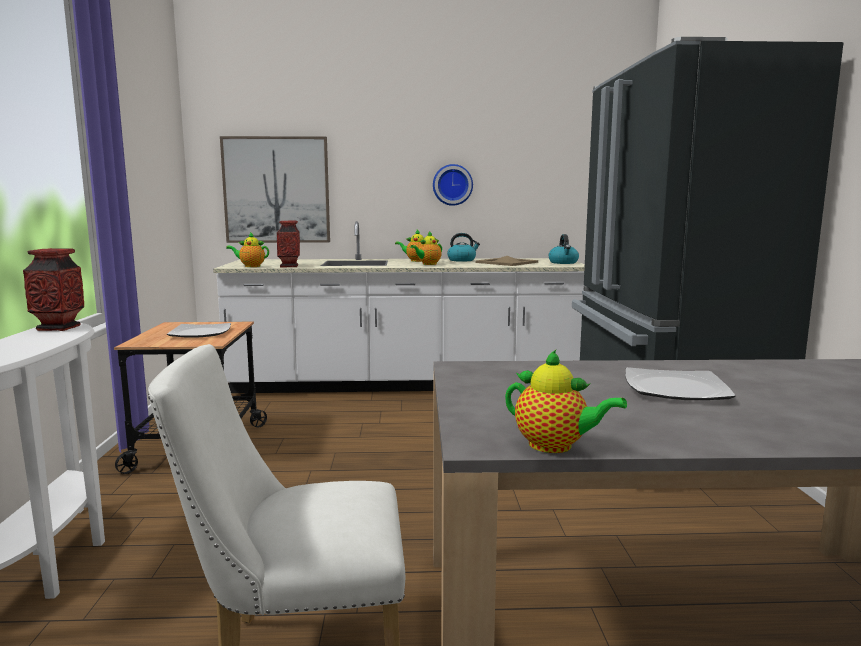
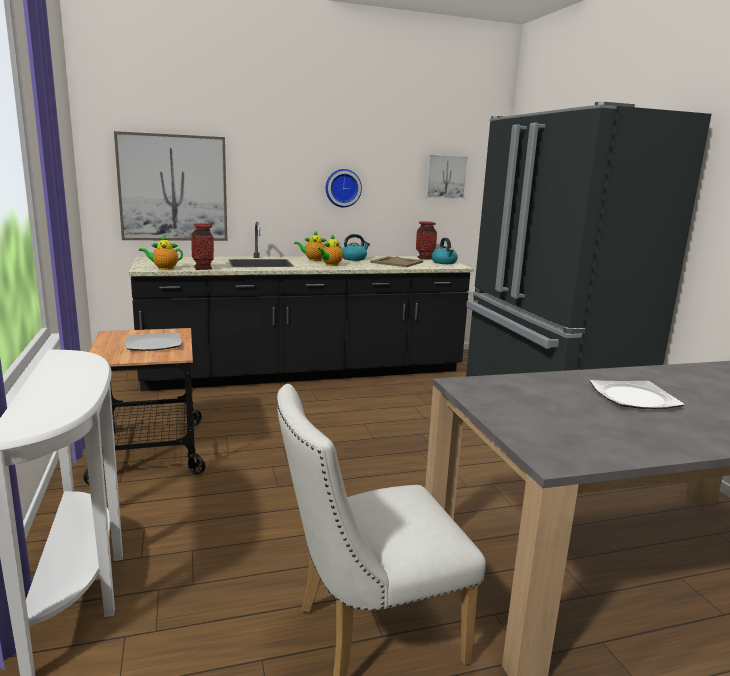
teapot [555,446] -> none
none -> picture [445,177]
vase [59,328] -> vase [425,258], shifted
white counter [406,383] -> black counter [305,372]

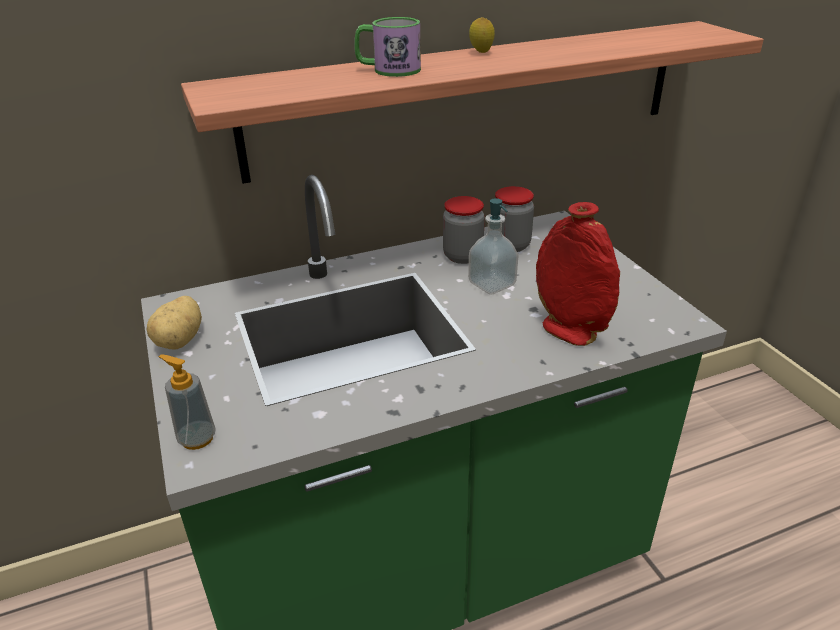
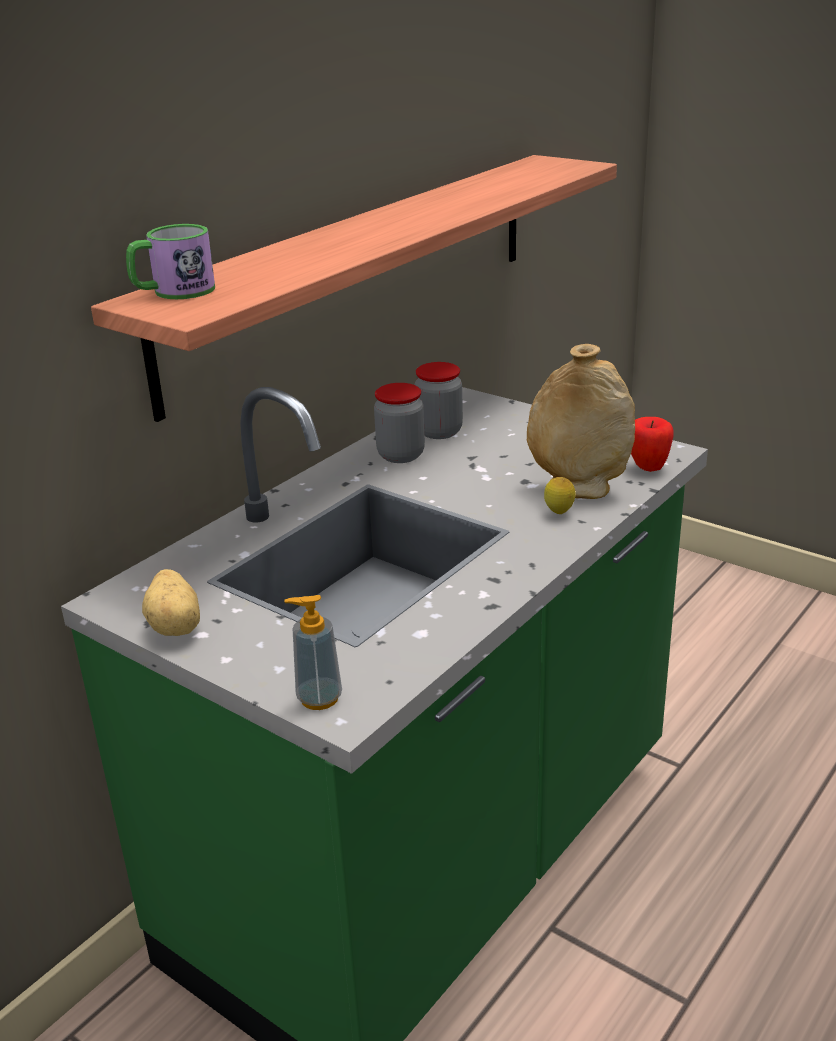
soap dispenser [492,284] -> none
none -> apple [648,468]
mug [388,70] -> mug [174,292], shifted
lemon [481,53] -> lemon [559,514], shifted
red vase [569,331] -> beige vase [577,489]

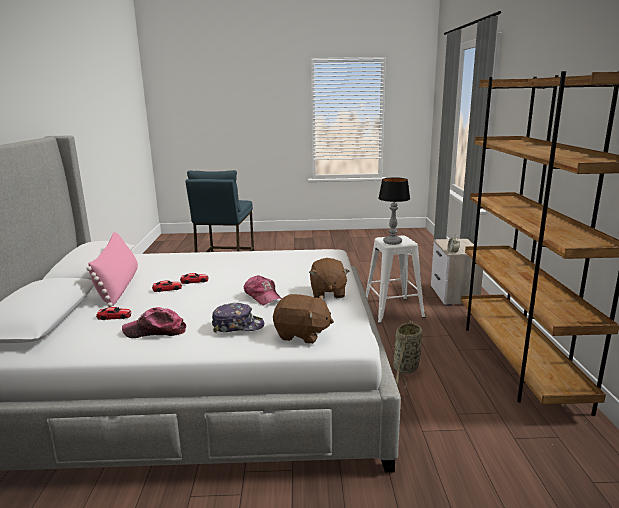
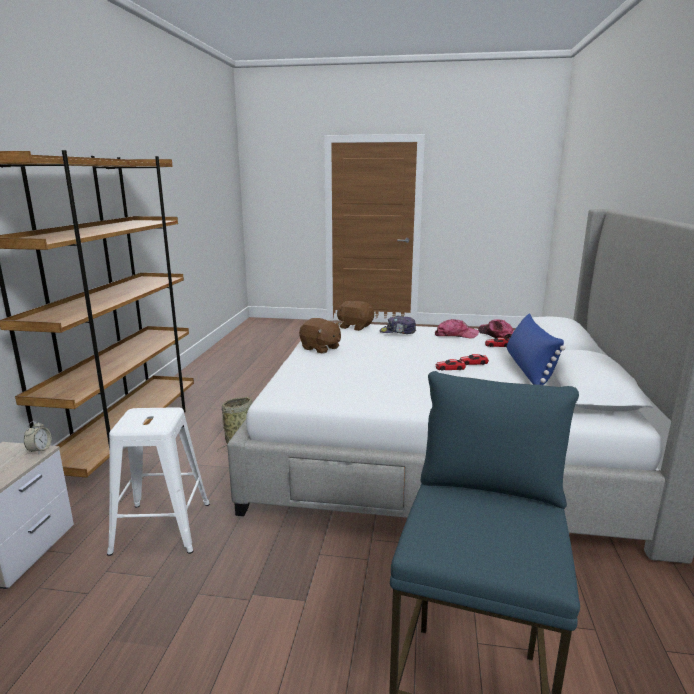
table lamp [392,242] -> none
cap [263,296] -> cap [495,335], shifted
pink pillow [119,287] -> blue pillow [529,369]
brown plush toy [327,293] -> brown plush toy [320,348], 120 degrees clockwise

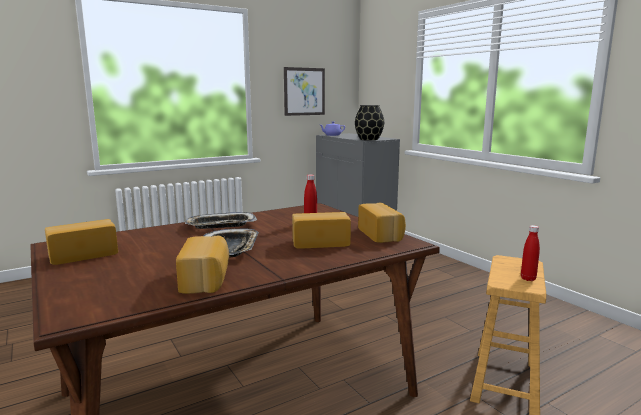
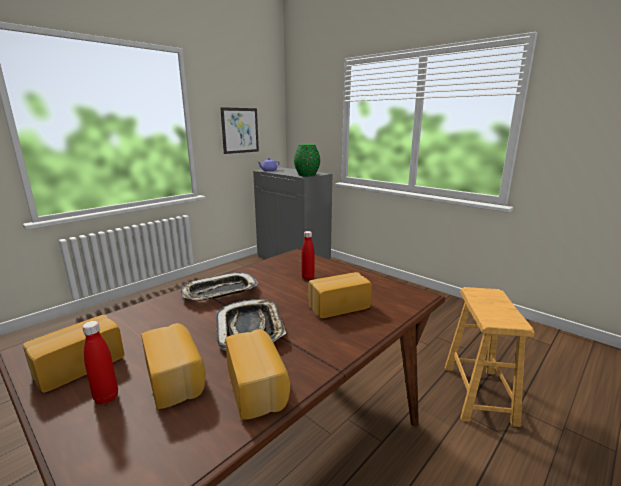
bread [381,234] -> bread [176,378], shifted
red bottle [528,279] -> red bottle [106,398], shifted
black vase [368,139] -> green vase [306,175]

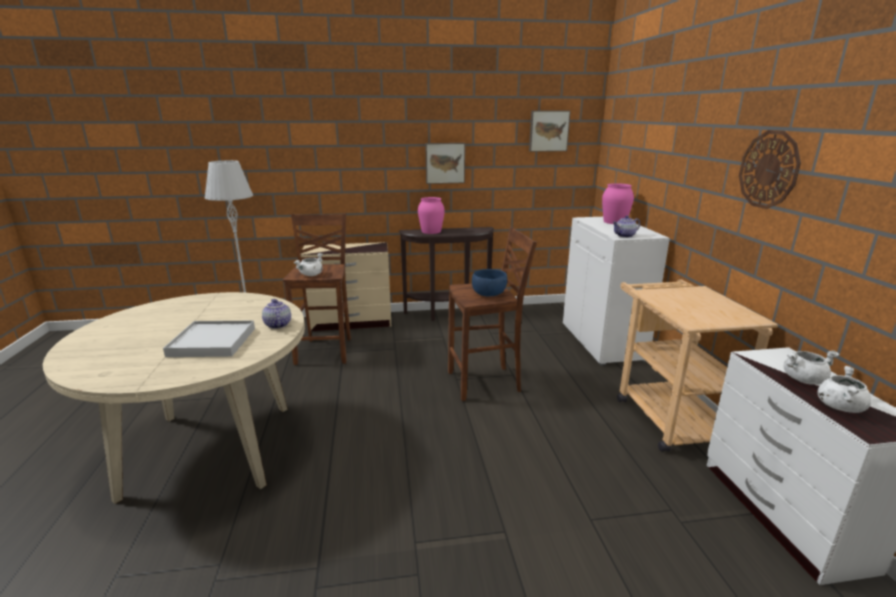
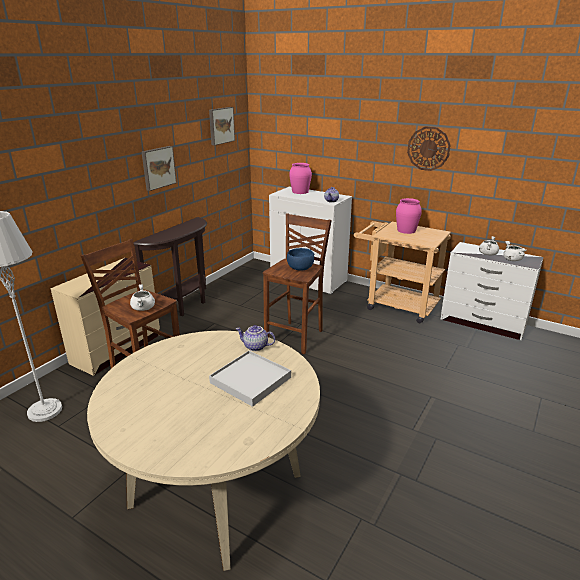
pink vase [431,231] -> pink vase [406,230], shifted

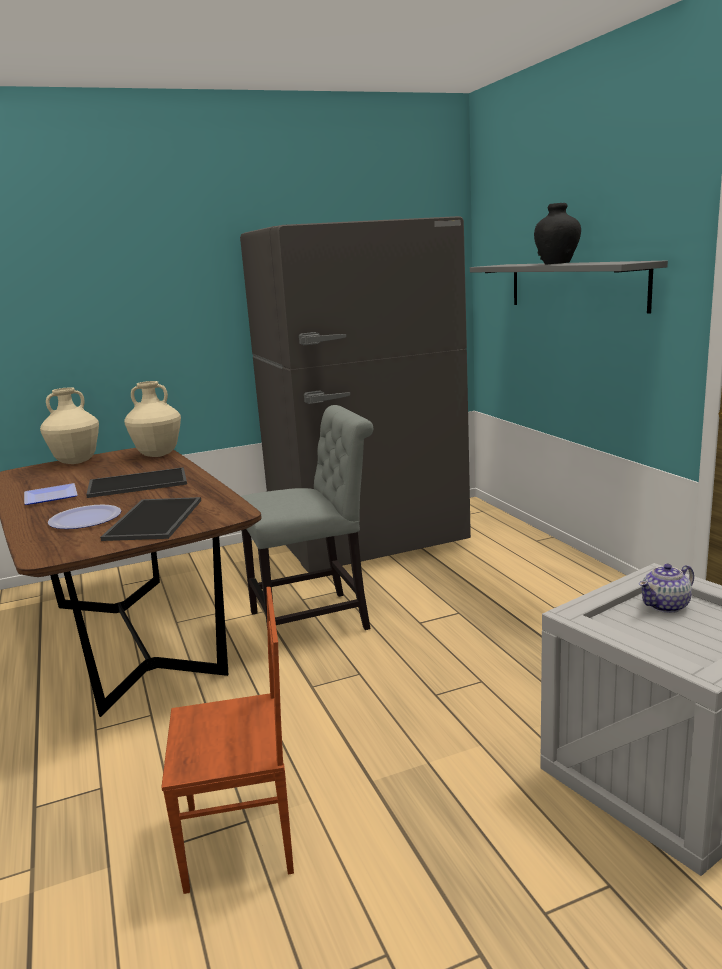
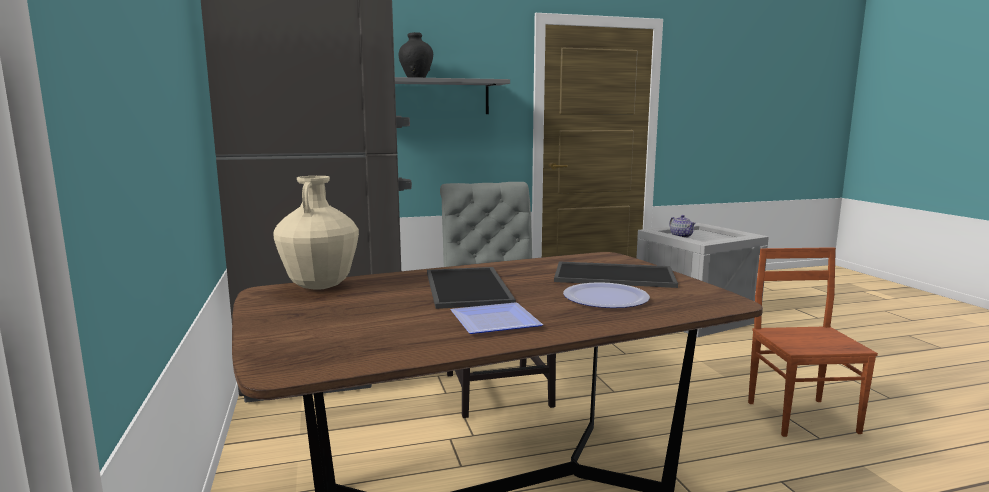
beige vase [76,462] -> none

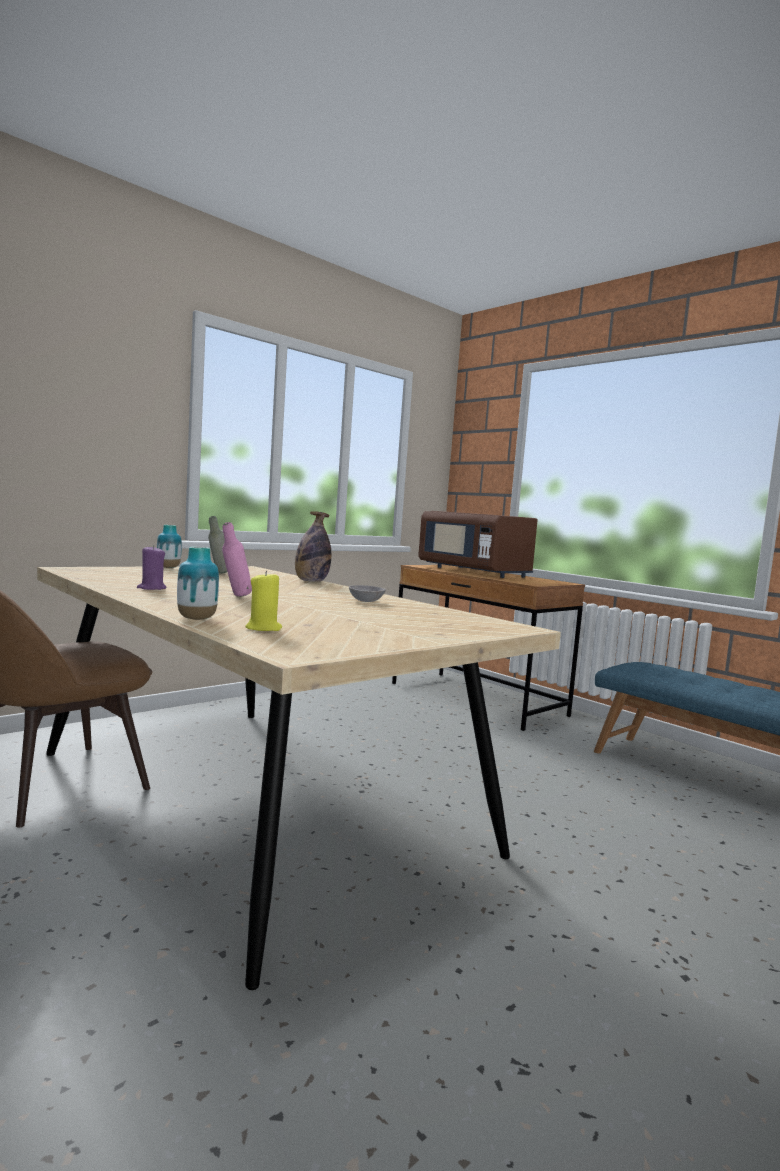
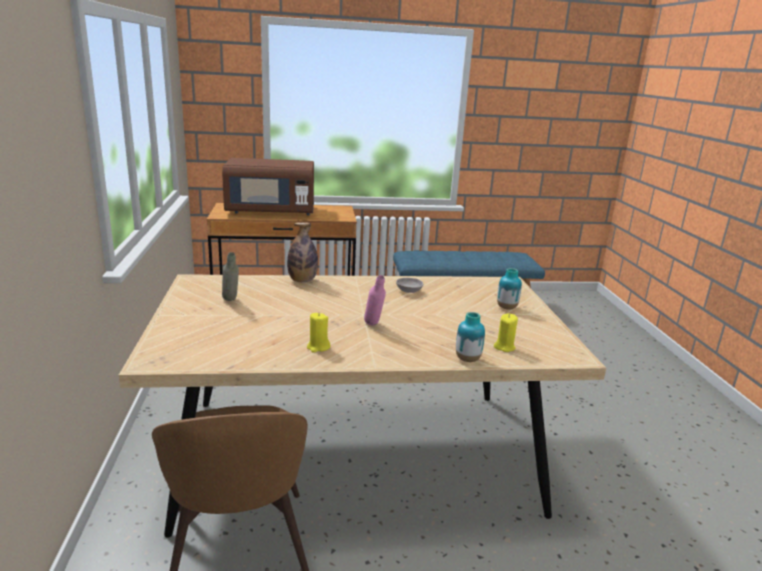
vase [168,567] -> vase [506,308], shifted
purple candle [151,588] -> yellow candle [318,347]

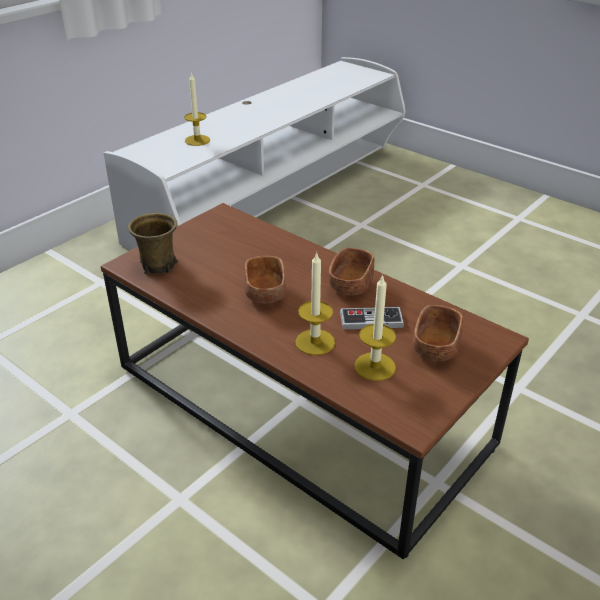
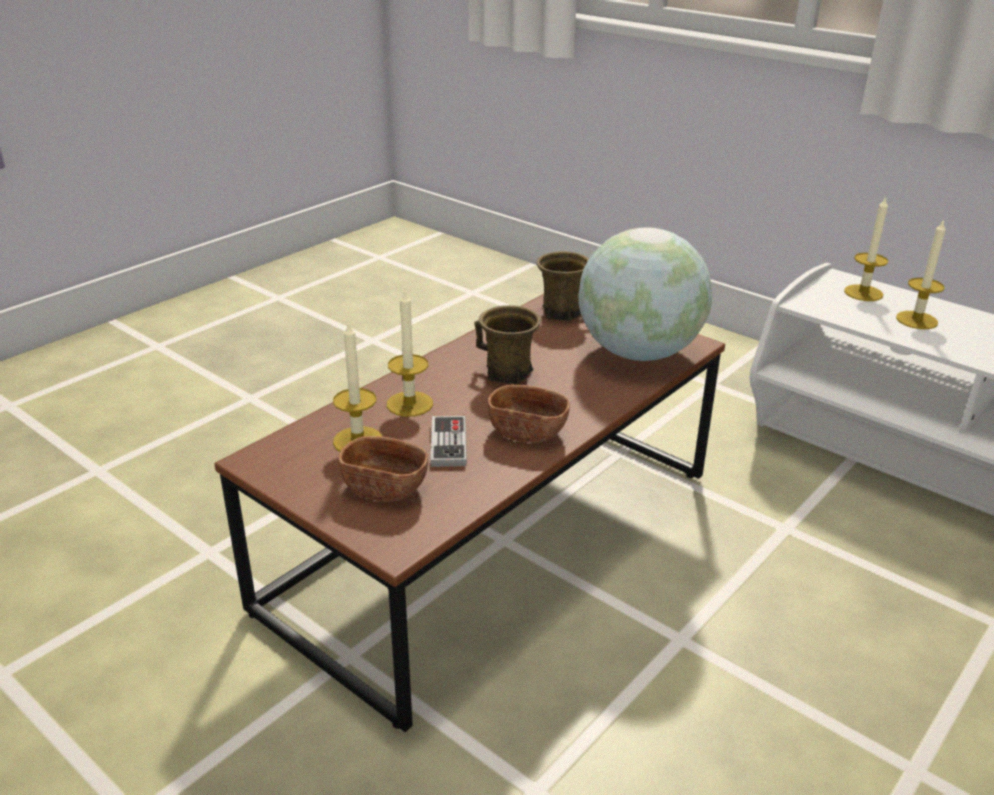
none -> globe [638,352]
none -> candle [863,293]
brown bowl [265,293] -> brown mug [507,374]

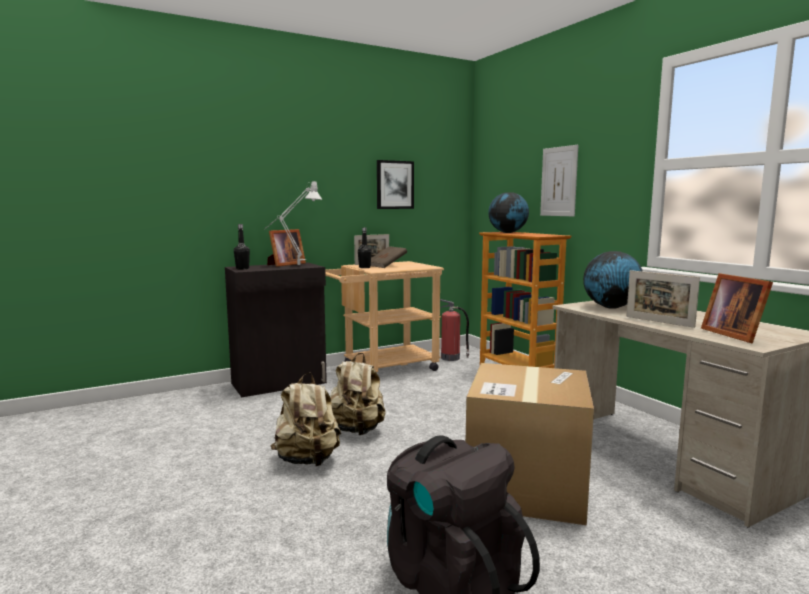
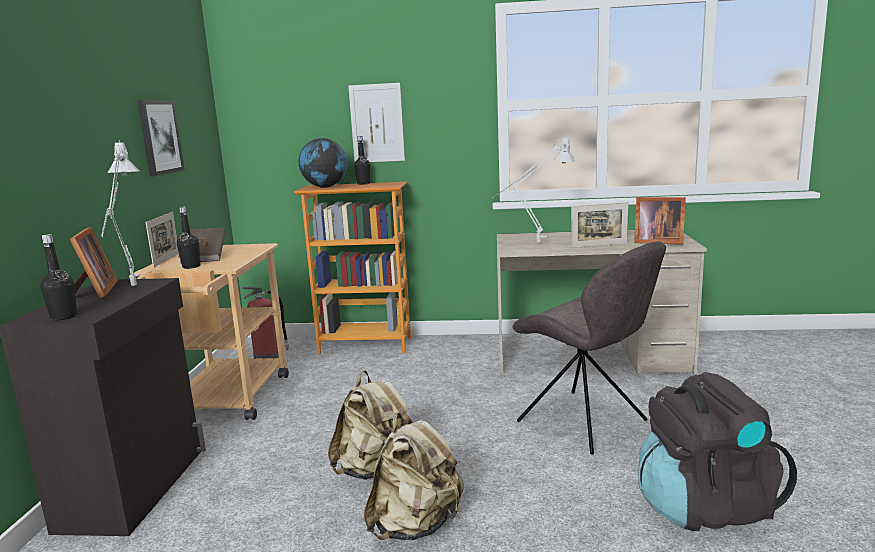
none -> black bottle [363,183]
cardboard box [526,486] -> grey chair [585,423]
globe [610,307] -> grey table lamp [533,244]

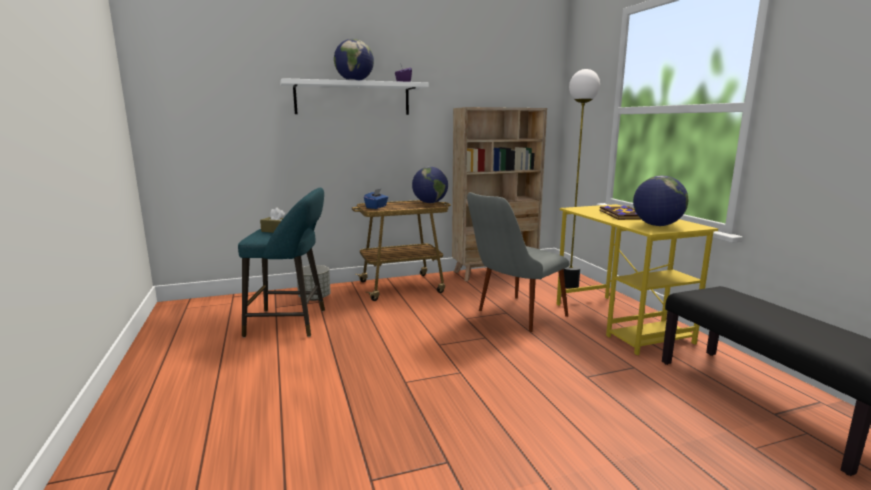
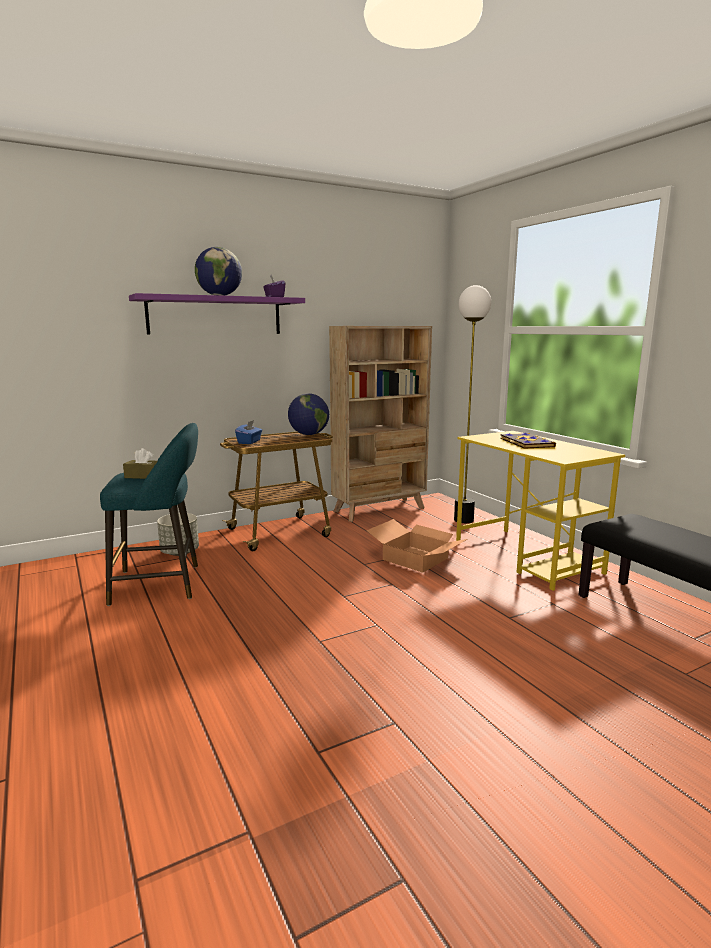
globe [657,225] -> none
grey chair [512,317] -> cardboard box [414,559]
white shelf [353,98] -> purple shelf [215,315]

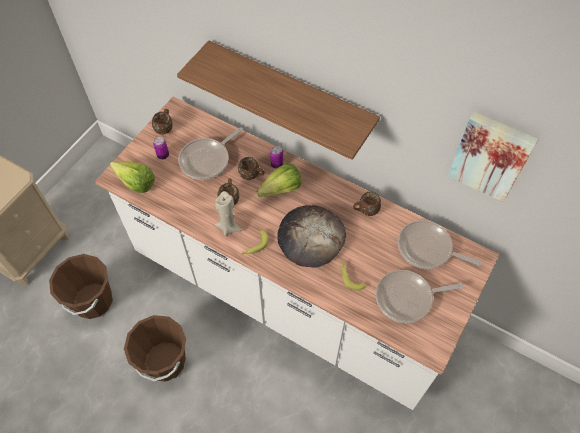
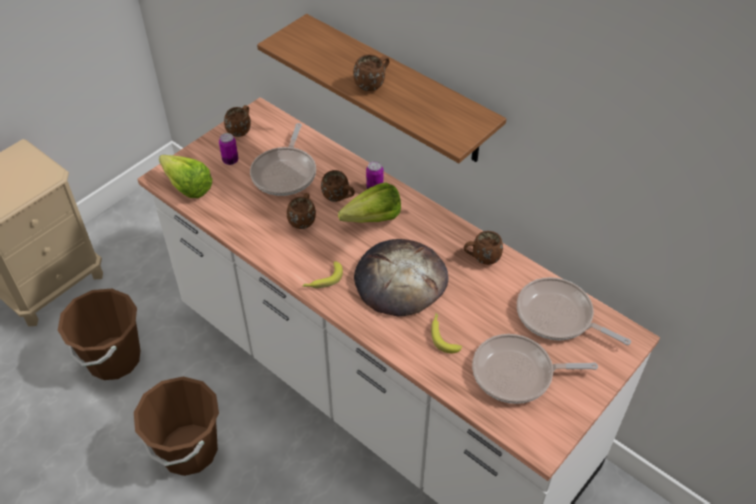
beige candle [228,227] -> none
picture [491,155] -> none
none -> brown mug [373,84]
frying pan [207,160] -> frying pan [285,173], 45 degrees counterclockwise

